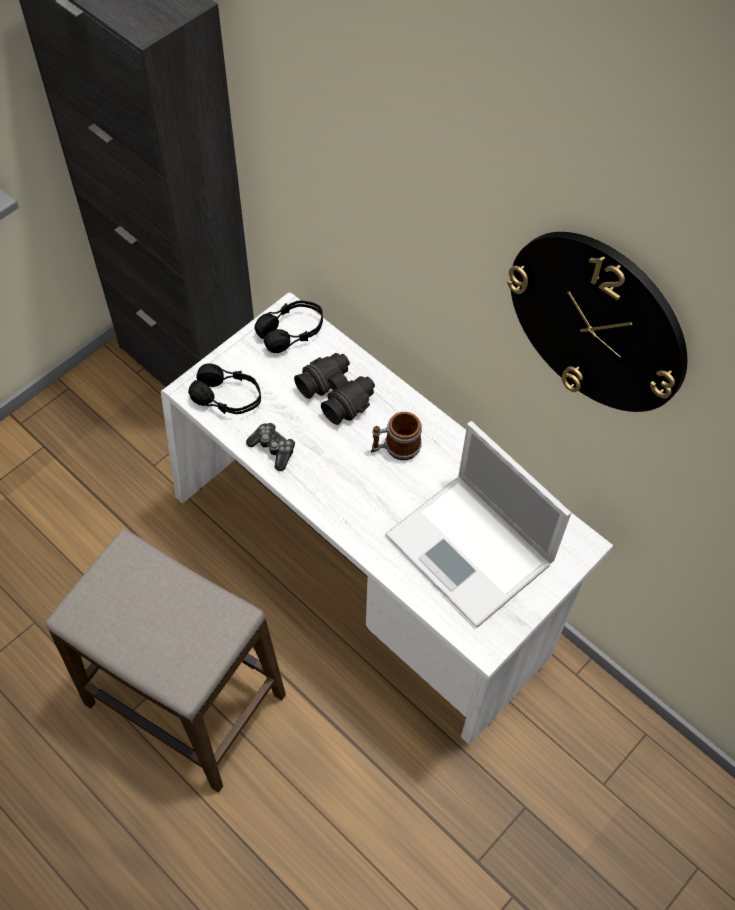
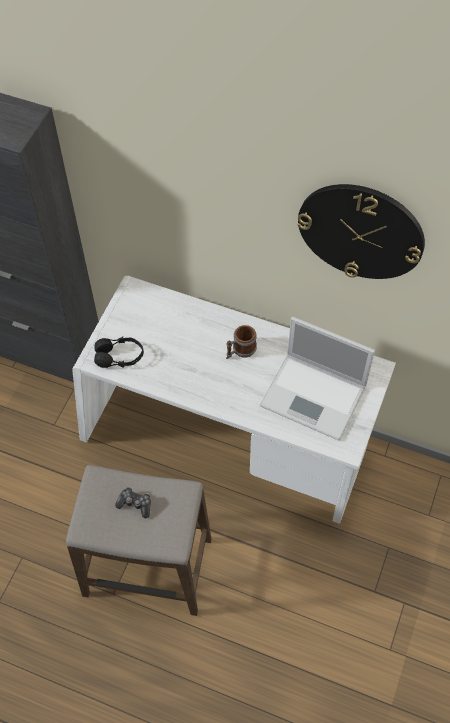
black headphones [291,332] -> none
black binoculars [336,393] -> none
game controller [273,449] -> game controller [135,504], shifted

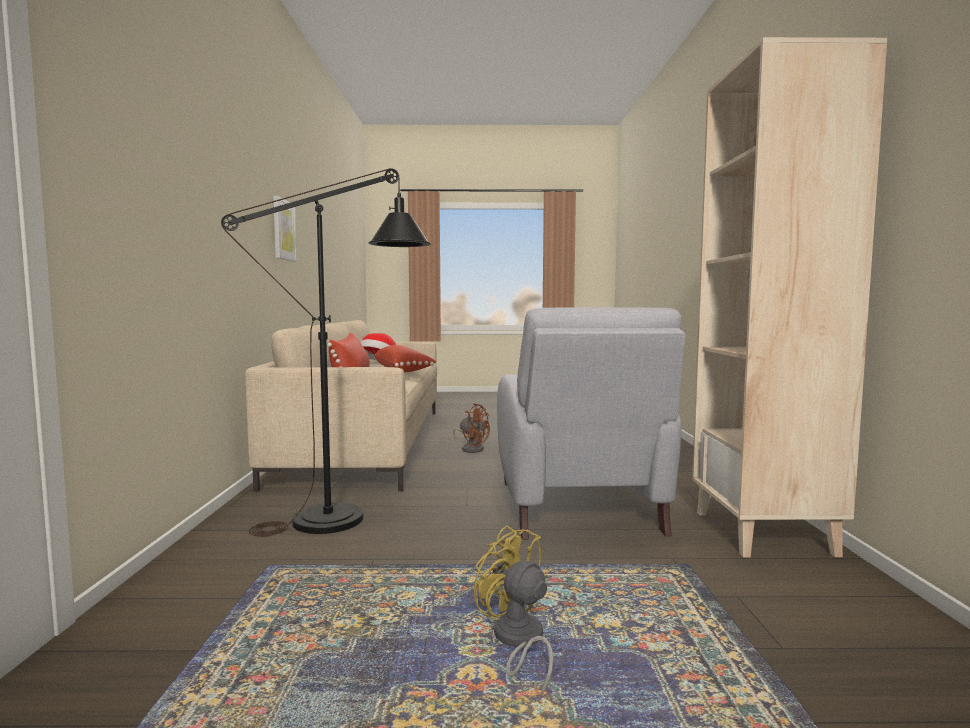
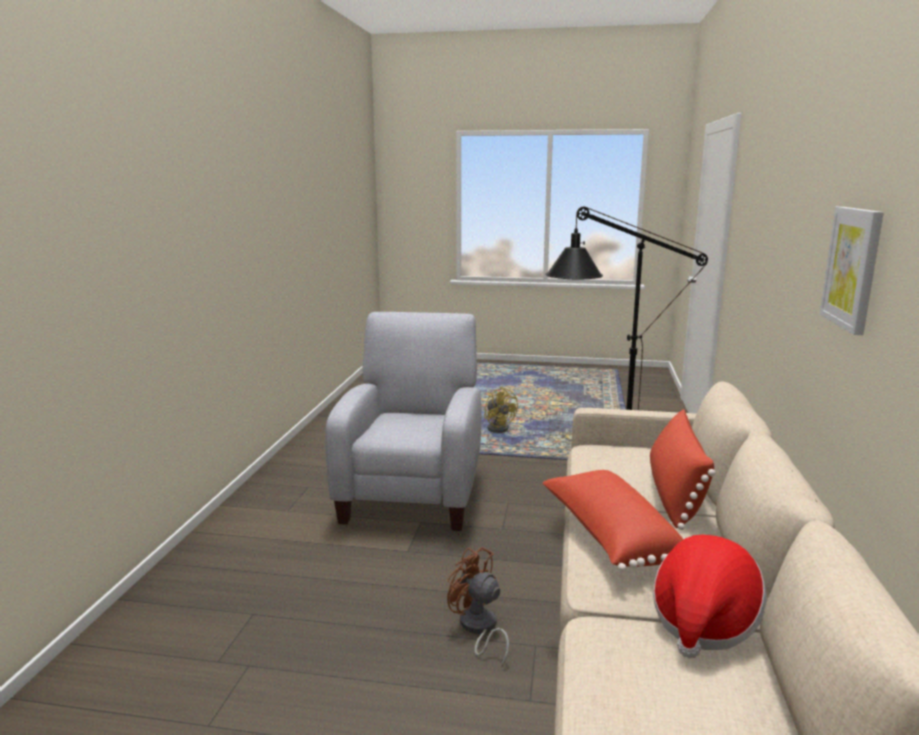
beige bookcase [764,533] -> none

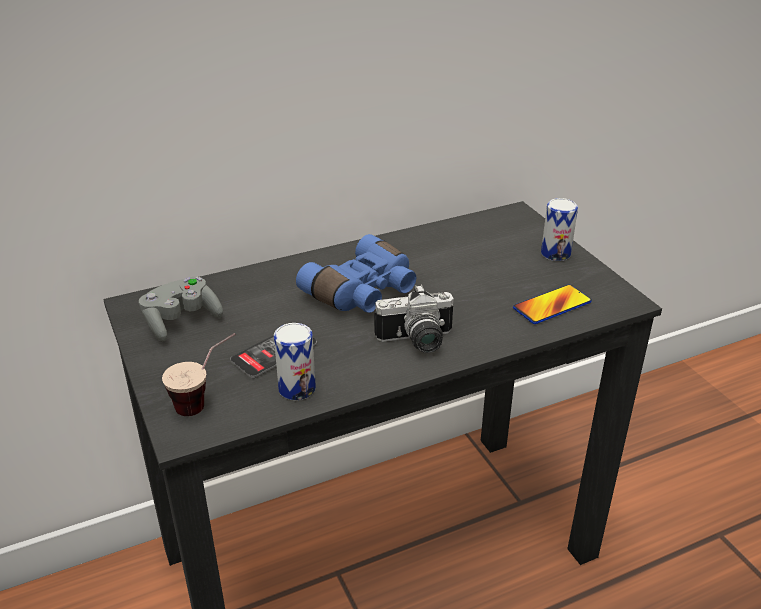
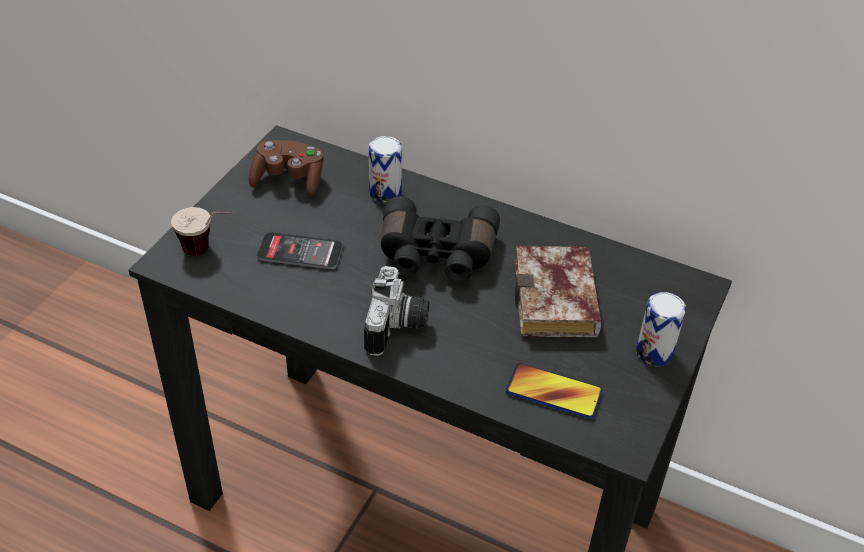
none -> book [558,303]
can [297,388] -> can [385,193], shifted
grey game controller [181,321] -> brown game controller [289,180]
blue binoculars [364,292] -> black binoculars [436,256]
photo camera [417,342] -> photo camera [398,327], 120 degrees counterclockwise

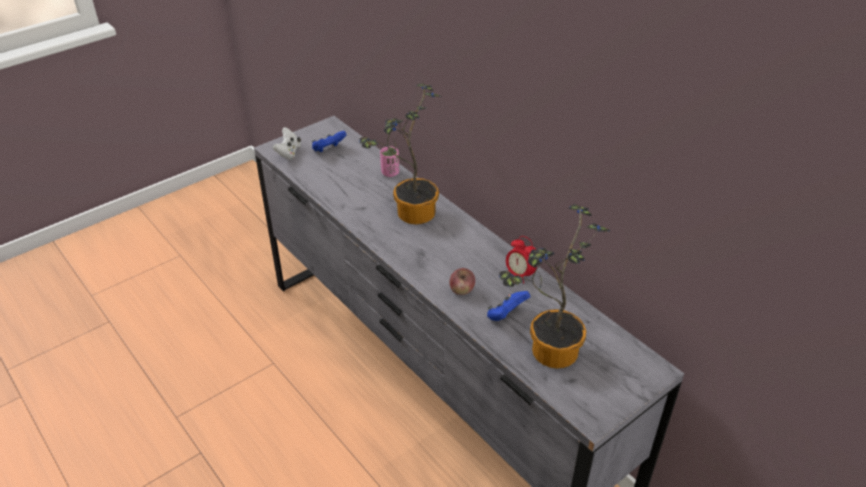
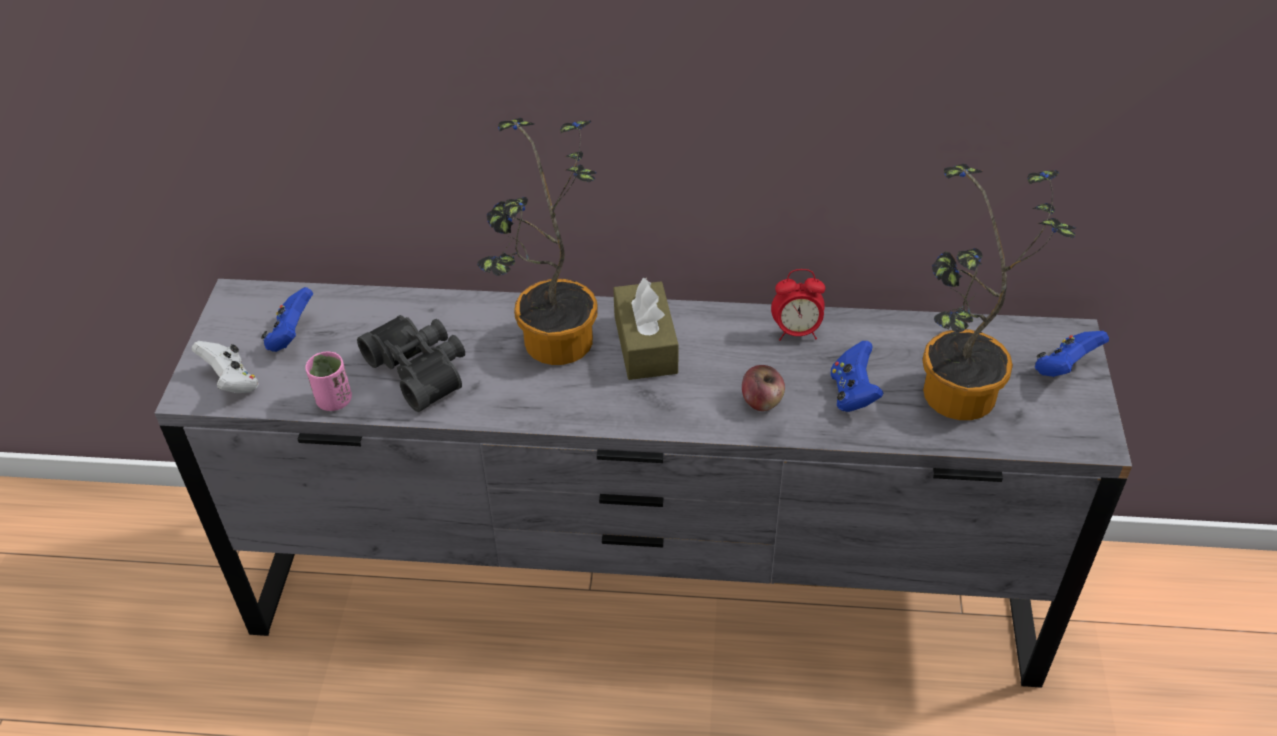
none -> black binoculars [421,369]
none -> brown tissue box [645,344]
none -> blue game controller [1064,368]
pink cup [390,173] -> pink cup [334,400], shifted

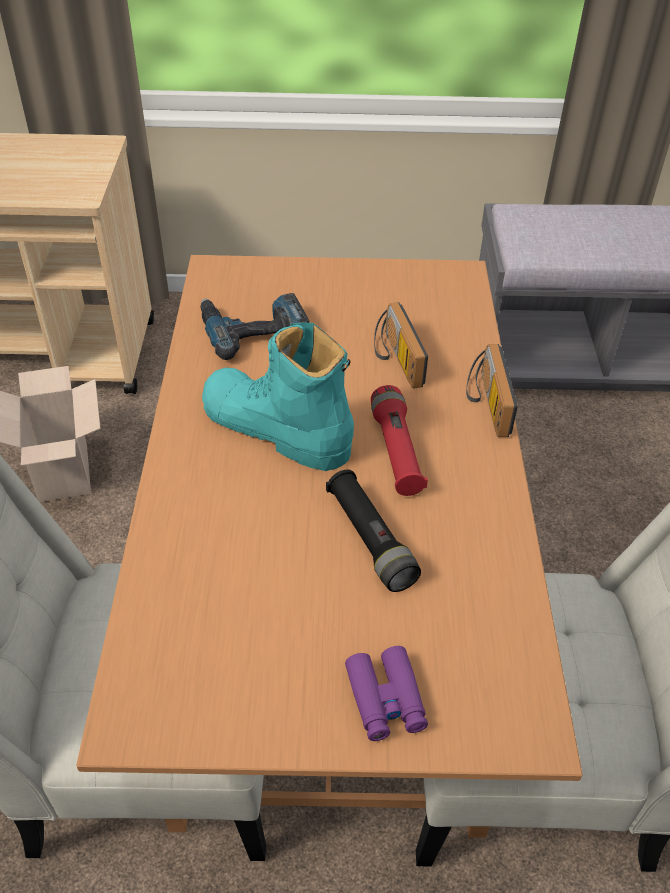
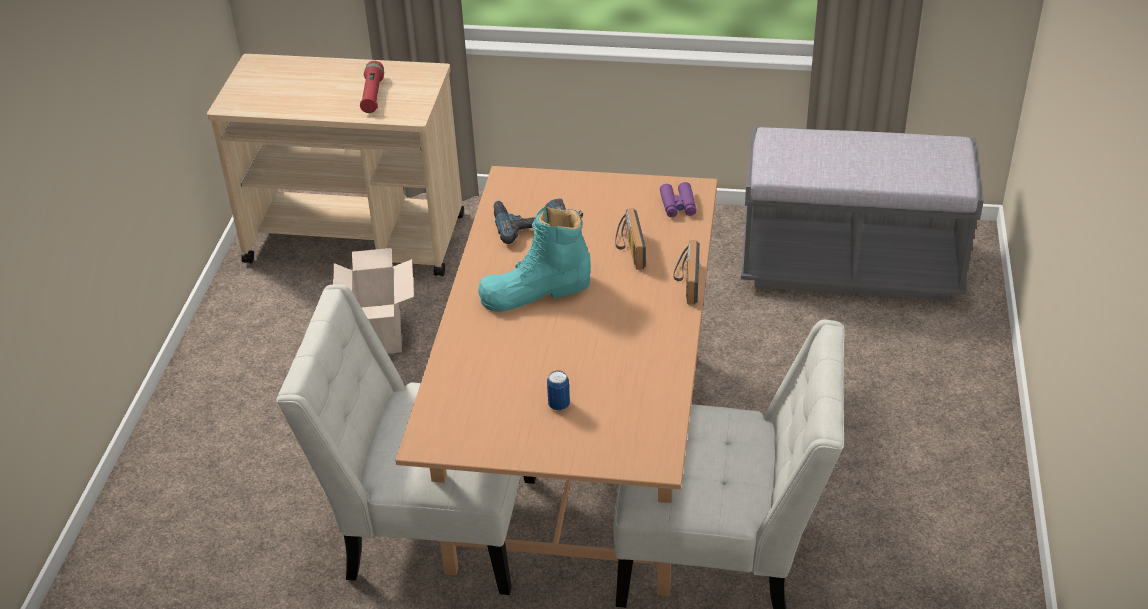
black flashlight [370,540] -> none
none -> can [559,405]
purple binoculars [385,699] -> purple binoculars [678,205], shifted
red flashlight [396,451] -> red flashlight [372,95], shifted
turquoise boot [276,429] -> turquoise boot [535,291], 60 degrees counterclockwise

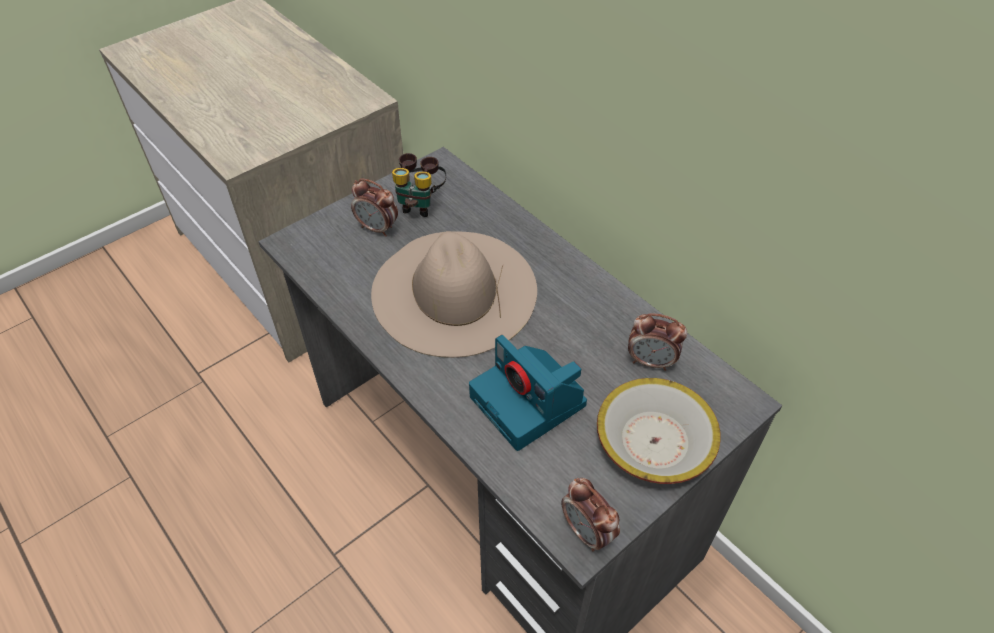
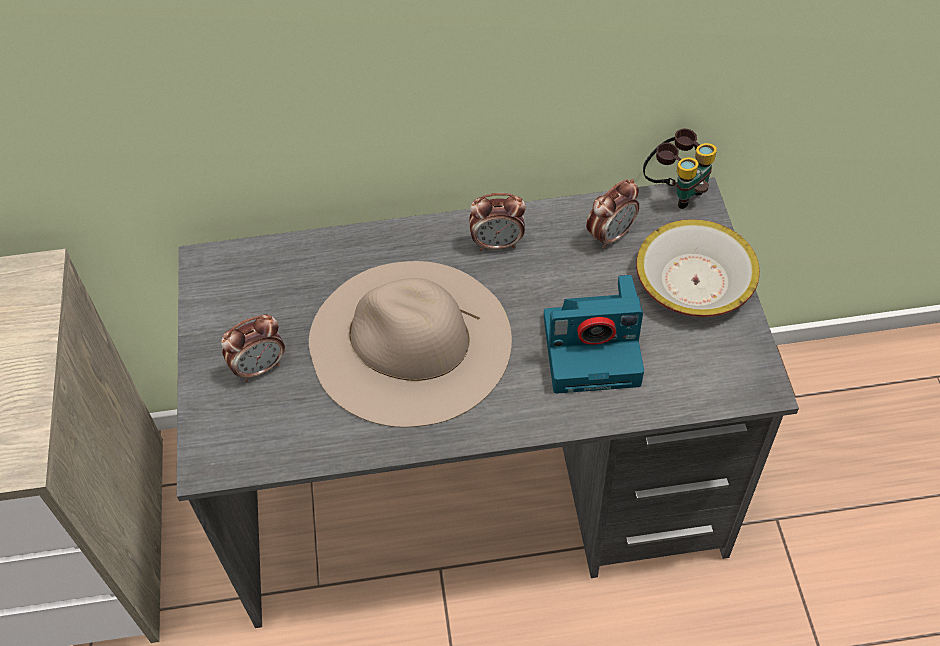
binoculars [420,204] -> binoculars [676,190], shifted
alarm clock [587,532] -> alarm clock [497,244], shifted

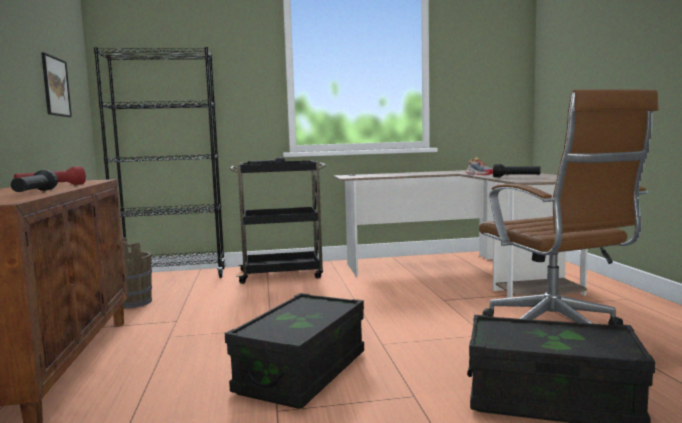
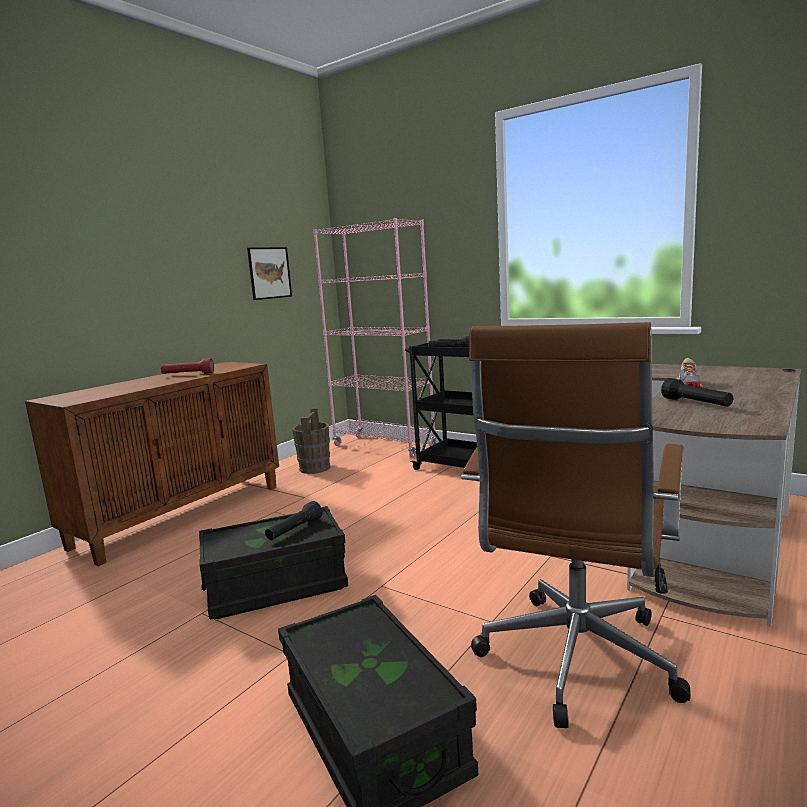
black flashlight [34,193] -> black flashlight [294,530], shifted
black bookcase [173,276] -> pink bookcase [384,446]

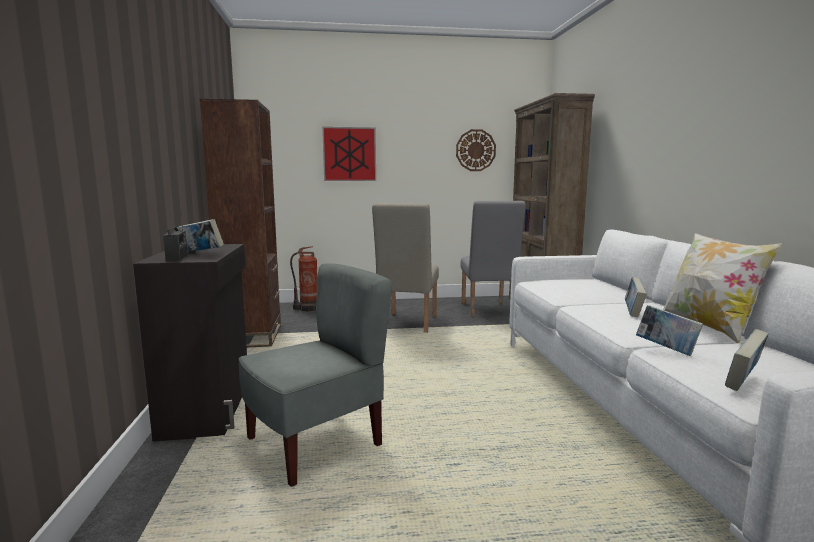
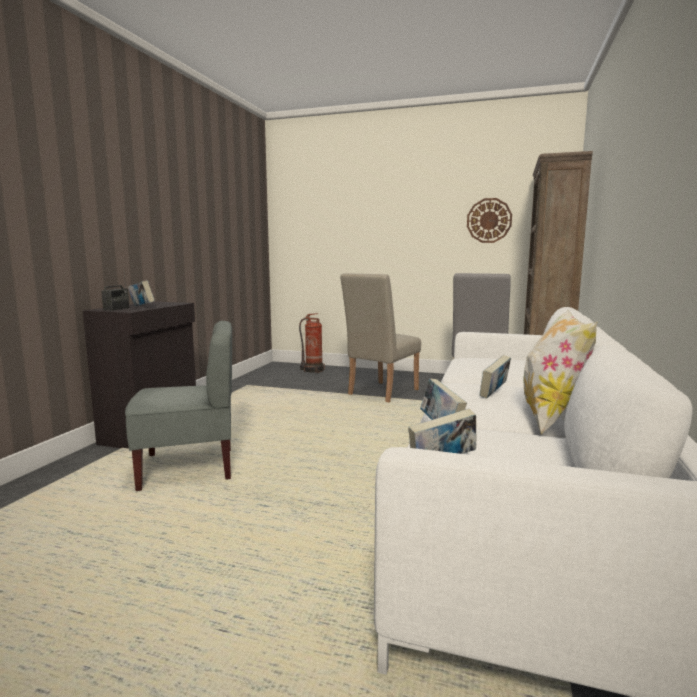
brown bookcase [252,336] -> none
picture [349,154] -> none

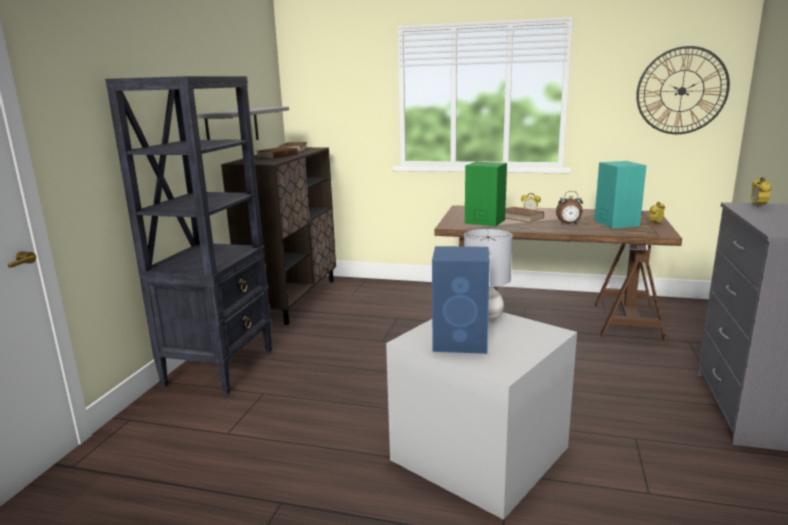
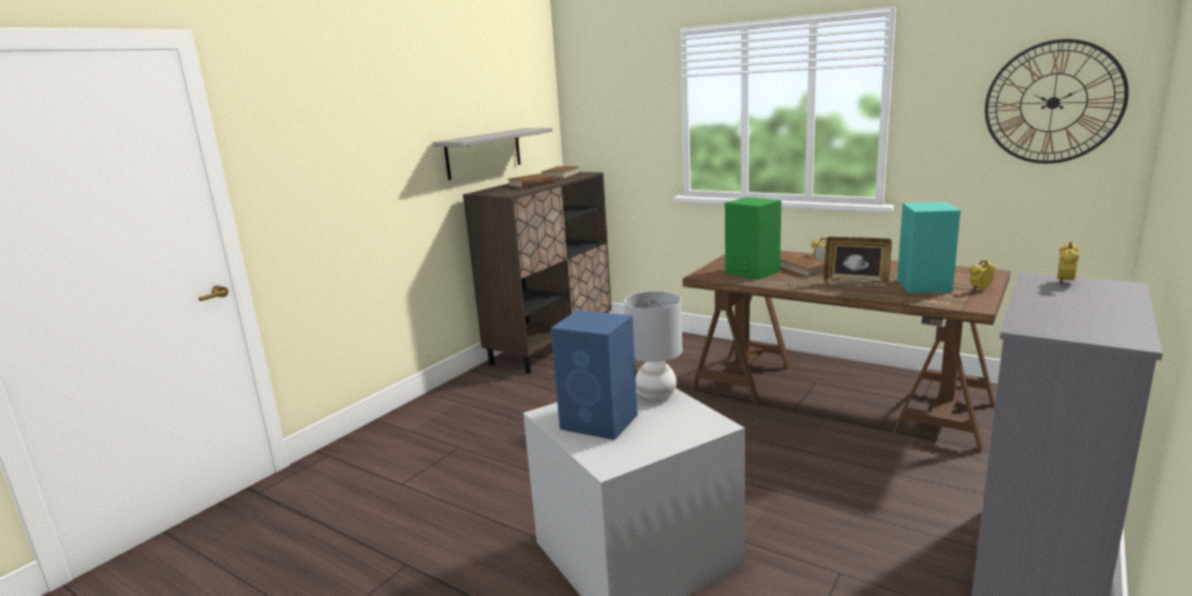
black bookcase [220,367] -> none
alarm clock [569,224] -> picture frame [856,283]

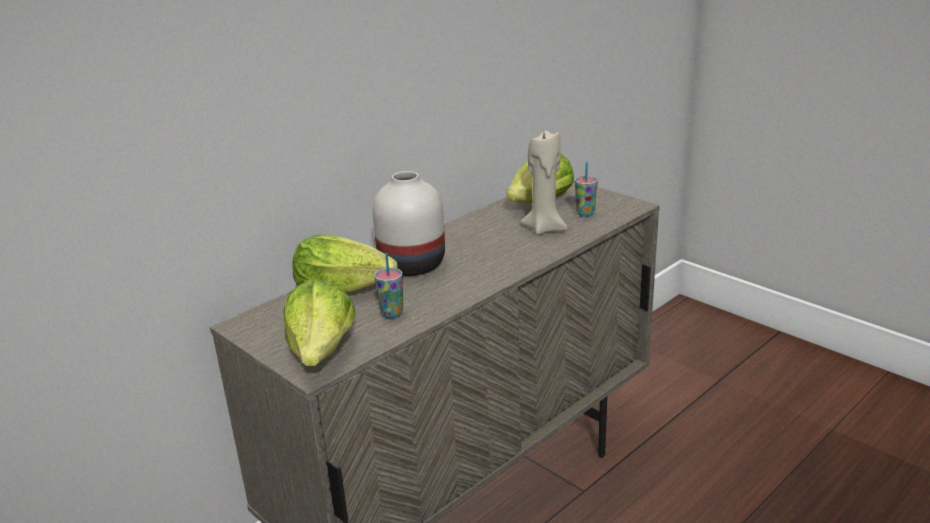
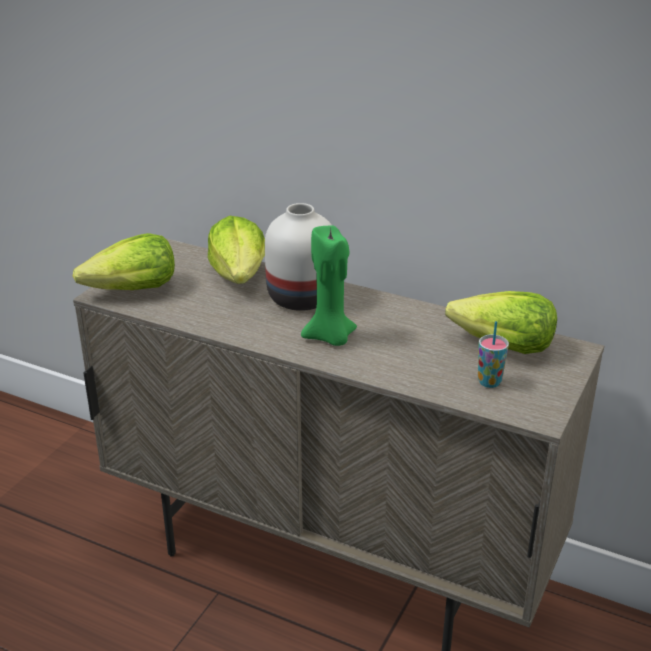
cup [392,313] -> none
beige candle [544,228] -> none
none -> green candle [330,338]

